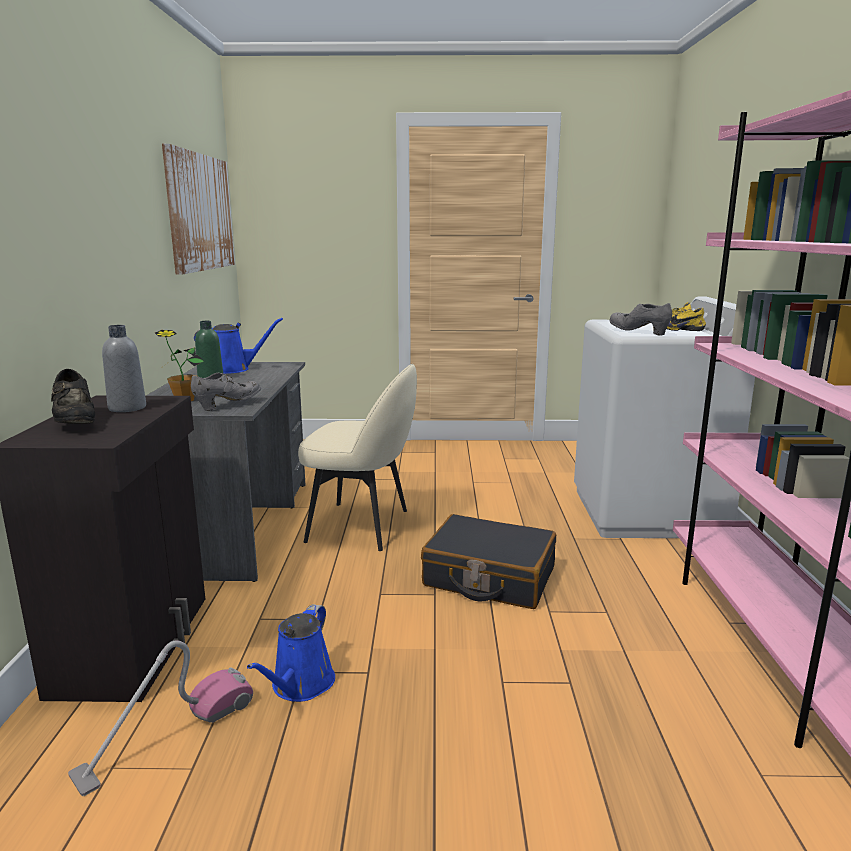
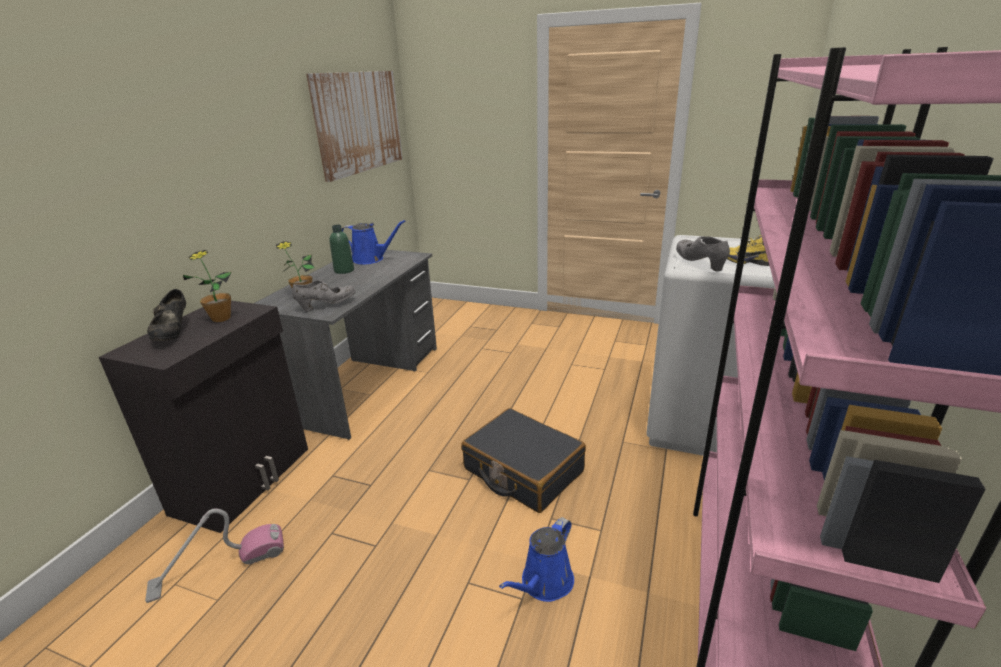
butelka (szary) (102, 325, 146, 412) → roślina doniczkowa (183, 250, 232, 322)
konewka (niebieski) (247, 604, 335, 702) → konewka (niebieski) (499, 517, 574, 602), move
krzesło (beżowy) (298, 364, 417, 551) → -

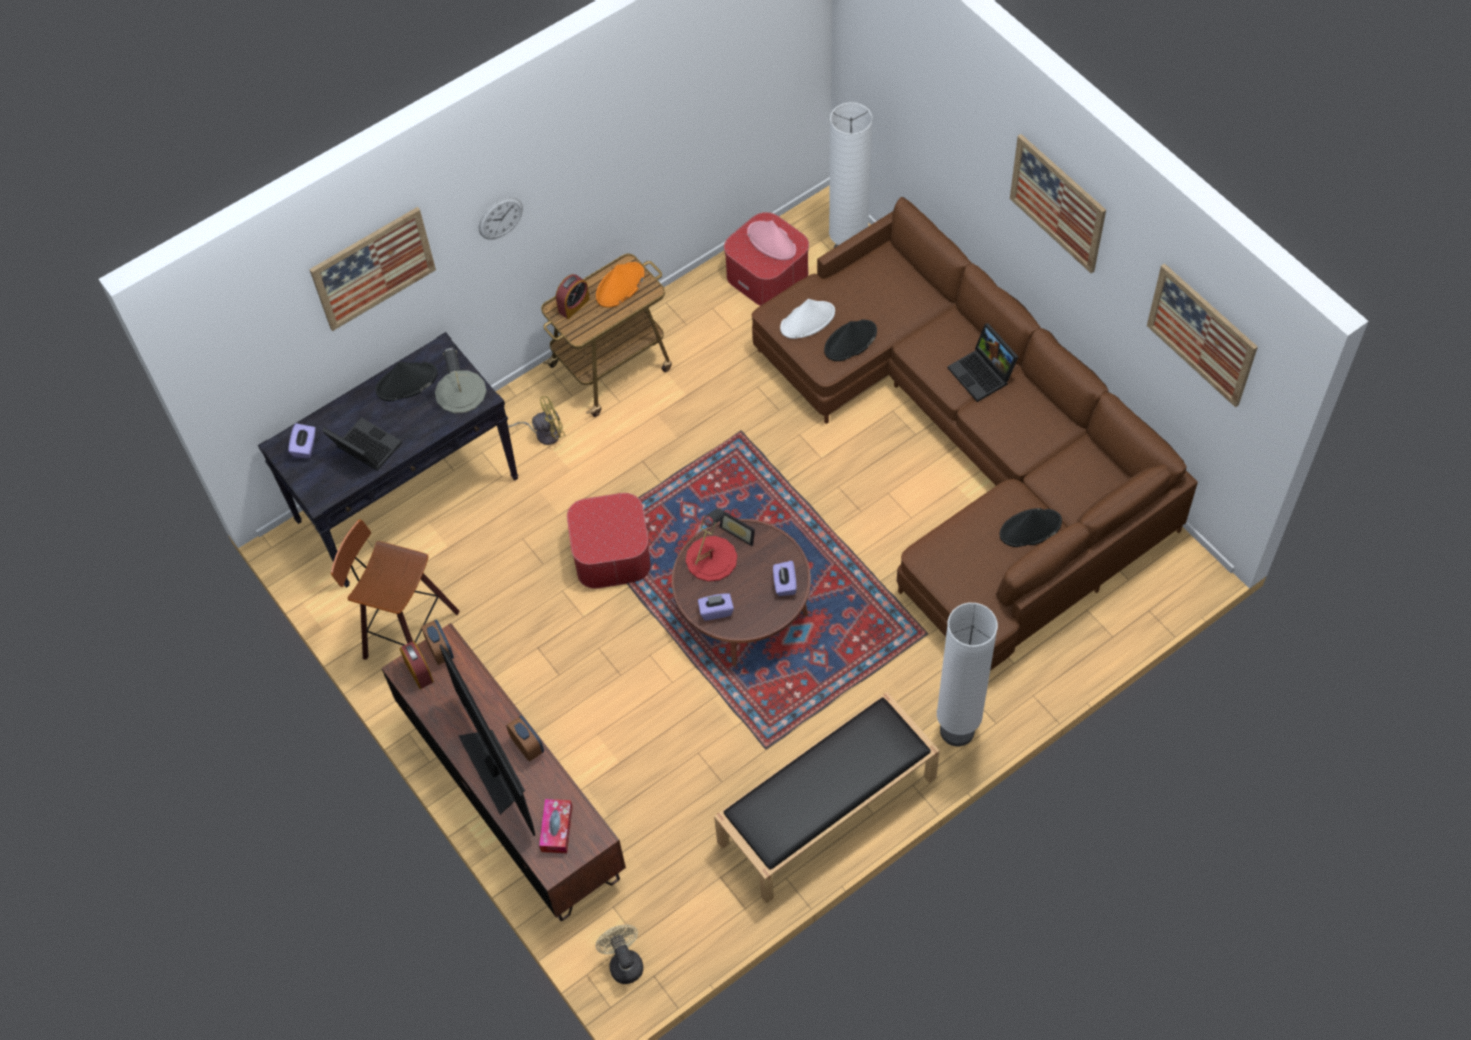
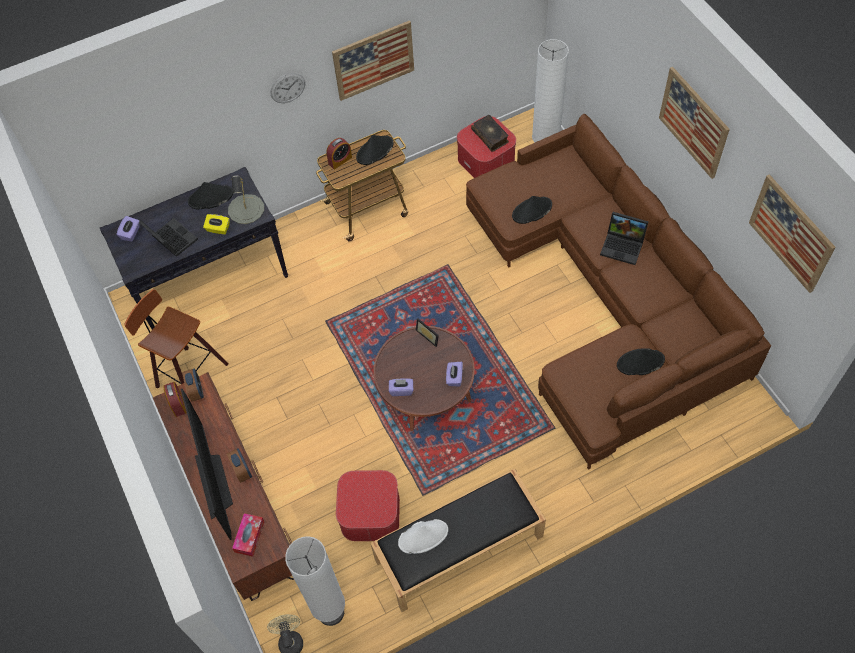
- → pudełko chusteczek (żółty) (203, 214, 229, 235)
lampa stojąca (biały) (937, 603, 998, 746) → lampa stojąca (biały) (285, 536, 345, 626), move
obraz (309, 207, 436, 331) → obraz (332, 20, 414, 101), move
pufa (567, 493, 651, 588) → pufa (336, 470, 400, 541), move
kapelusz (pomarańczowy) (596, 262, 645, 308) → kapelusz (czarny) (356, 135, 394, 165)
kapelusz (biały) (780, 299, 835, 339) → kapelusz (biały) (398, 519, 448, 554), move
kapelusz (różowy) (747, 221, 796, 260) → książka (471, 115, 509, 152)
laptop (948, 323, 1018, 402) → laptop (600, 212, 649, 265), 45 degrees counterclockwise
wentylator (żółty) (508, 396, 565, 445) → -
lampa stołowa (czerwony) (686, 508, 737, 582) → -

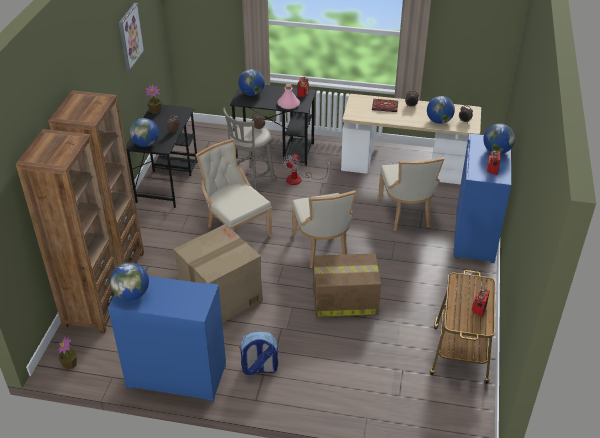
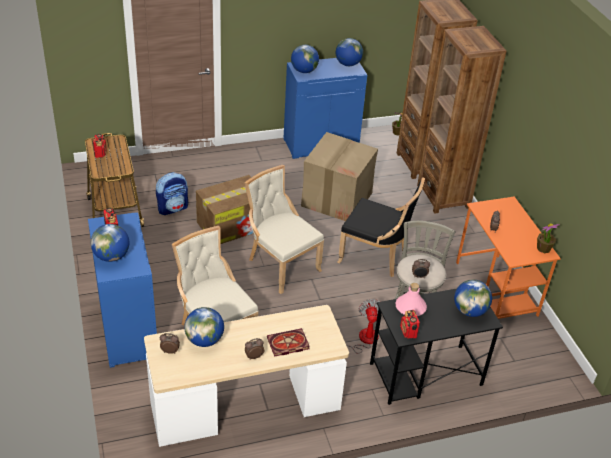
plecak (239, 331, 278, 375) → plecak (156, 172, 188, 215), move
globus (130, 118, 159, 147) → globus (291, 45, 319, 73), move
krzesło (beżowy) (196, 139, 273, 238) → krzesło (czarny) (337, 177, 425, 277)
biurko (czarny) (126, 104, 198, 208) → biurko (pomarańczowy) (456, 197, 561, 319)
obraz (119, 3, 144, 71) → -

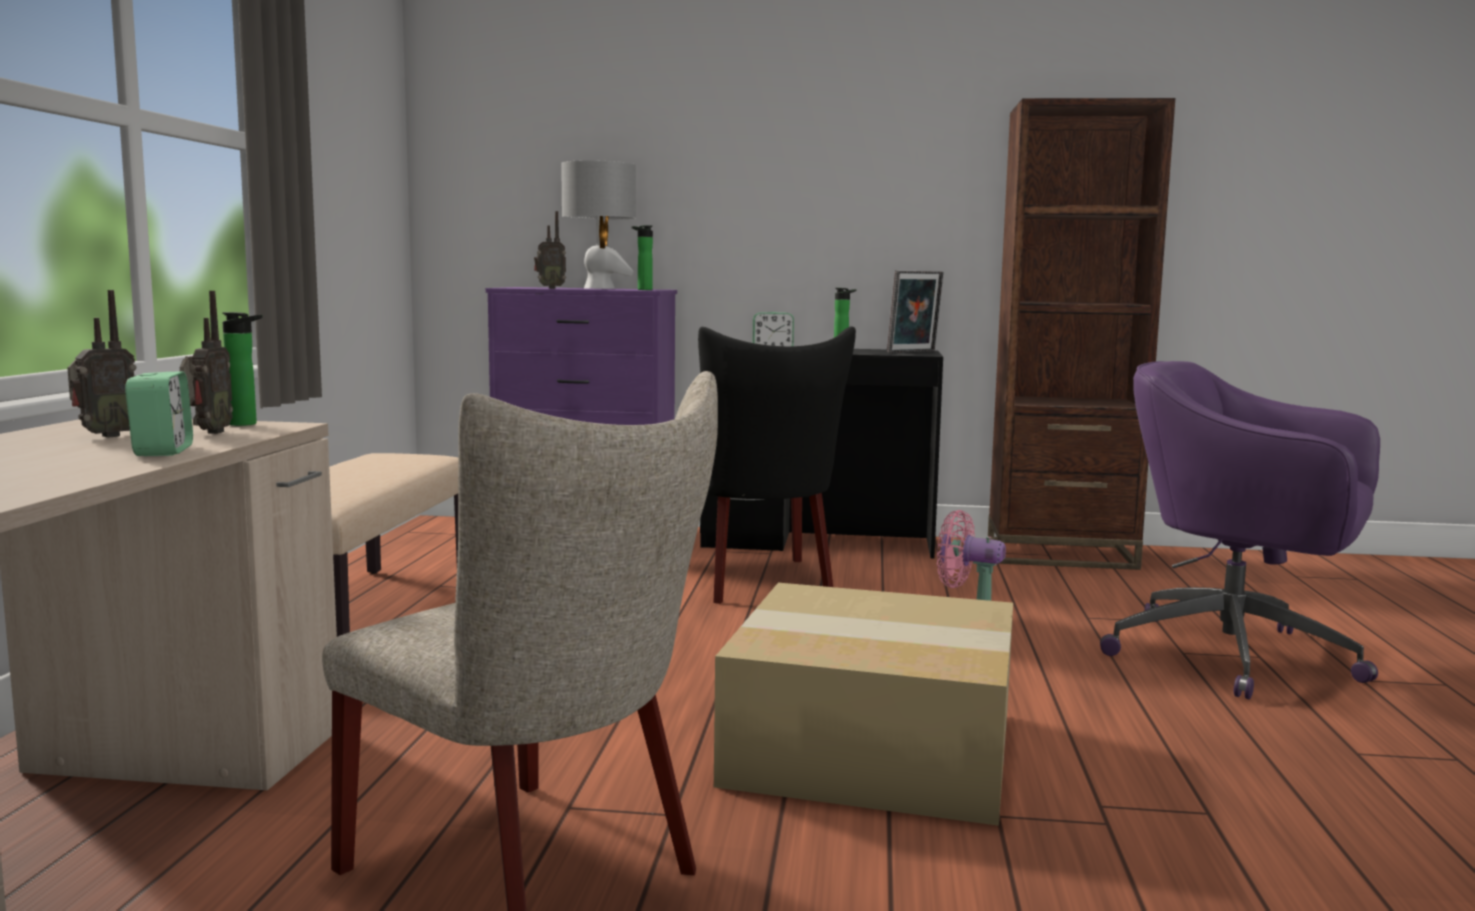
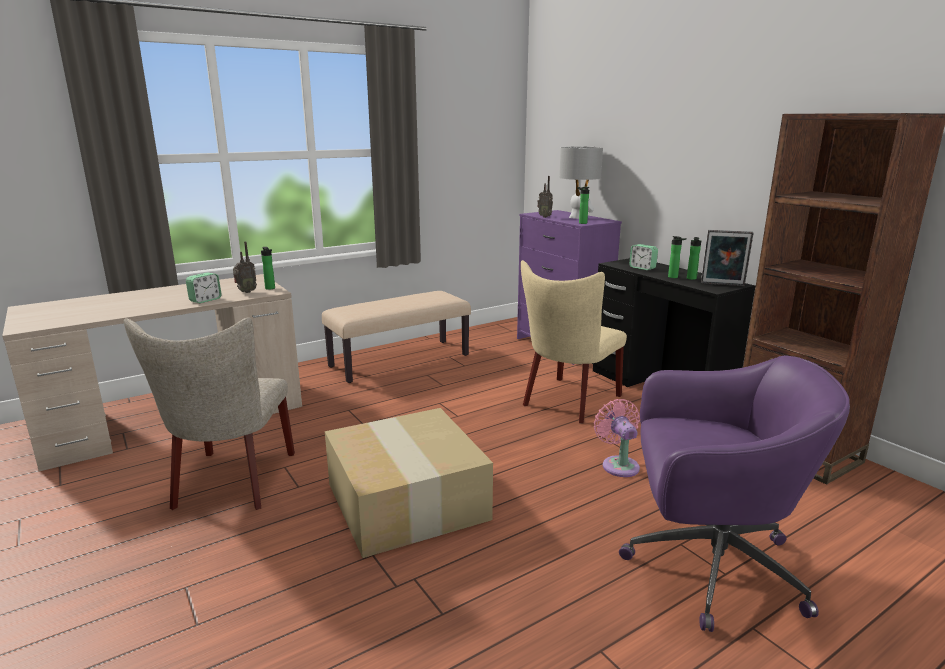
krzesło (czarny) (698, 326, 856, 604) → krzesło (beżowy) (521, 260, 627, 423)
krzesło biurowe (fioletowy) (1100, 361, 1380, 699) → krzesło biurowe (fioletowy) (619, 355, 850, 632), 105 degrees clockwise
- → butelka (687, 237, 701, 280)
radio (67, 290, 136, 438) → -

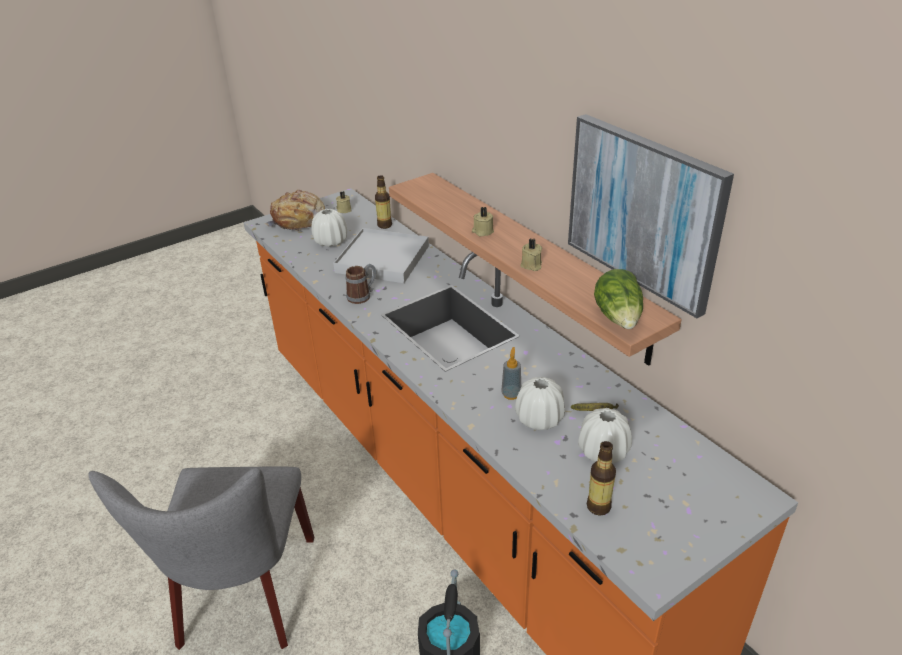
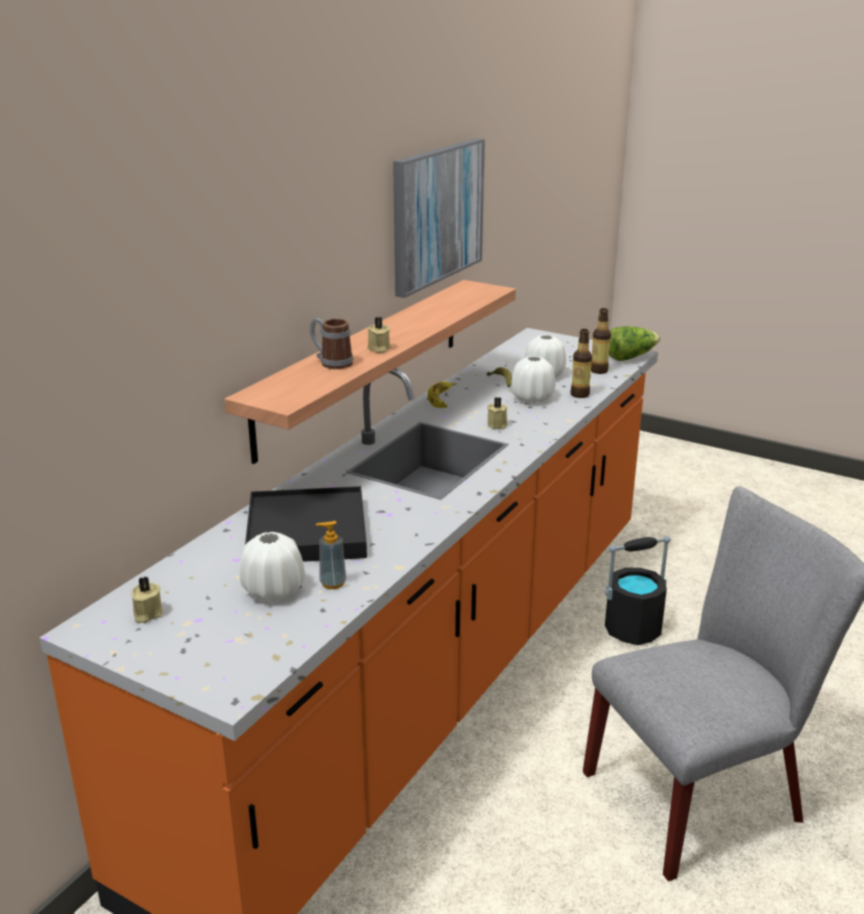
taca (biały) (333, 228, 429, 283) → taca (czarny) (245, 486, 367, 562)
kubek (345, 264, 376, 304) → kubek (310, 318, 353, 369), move
dozownik mydła (501, 347, 521, 400) → dozownik mydła (316, 521, 346, 589), move
- → banan (427, 381, 456, 408)
świeca (beżowy) (520, 239, 542, 271) → świeca (beżowy) (487, 397, 507, 429), move
butelka (375, 175, 392, 229) → butelka (571, 329, 592, 398), move
sałata (594, 269, 643, 329) → sałata (609, 326, 660, 361), move
chleb (264, 190, 325, 232) → -

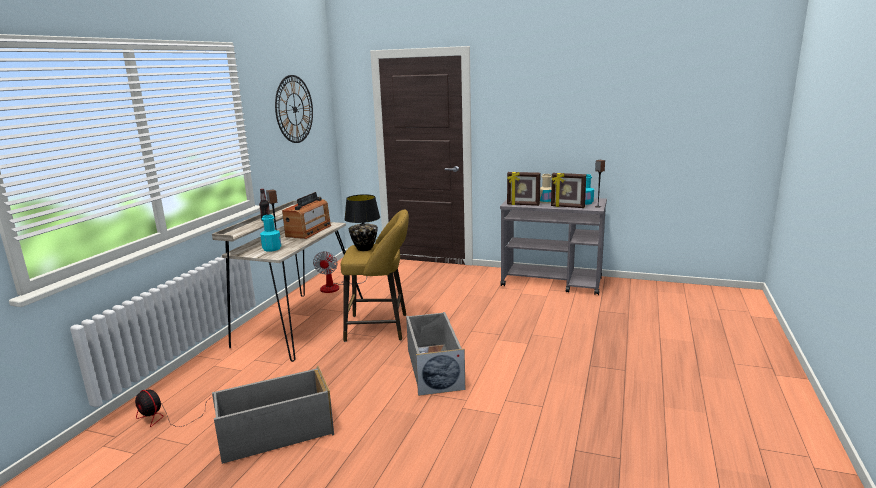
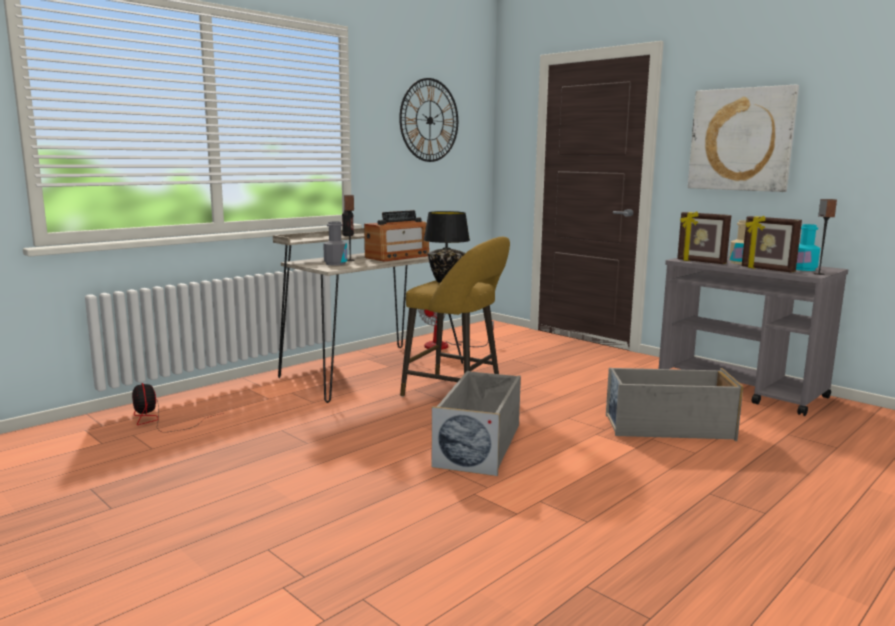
butelka (turkusowy) (260, 215, 281, 252) → butelka (szary) (323, 221, 347, 266)
pojemnik do przechowywania (szary) (212, 366, 334, 464) → pojemnik do przechowywania (szary) (606, 368, 743, 441), move
- → obraz (688, 85, 799, 192)

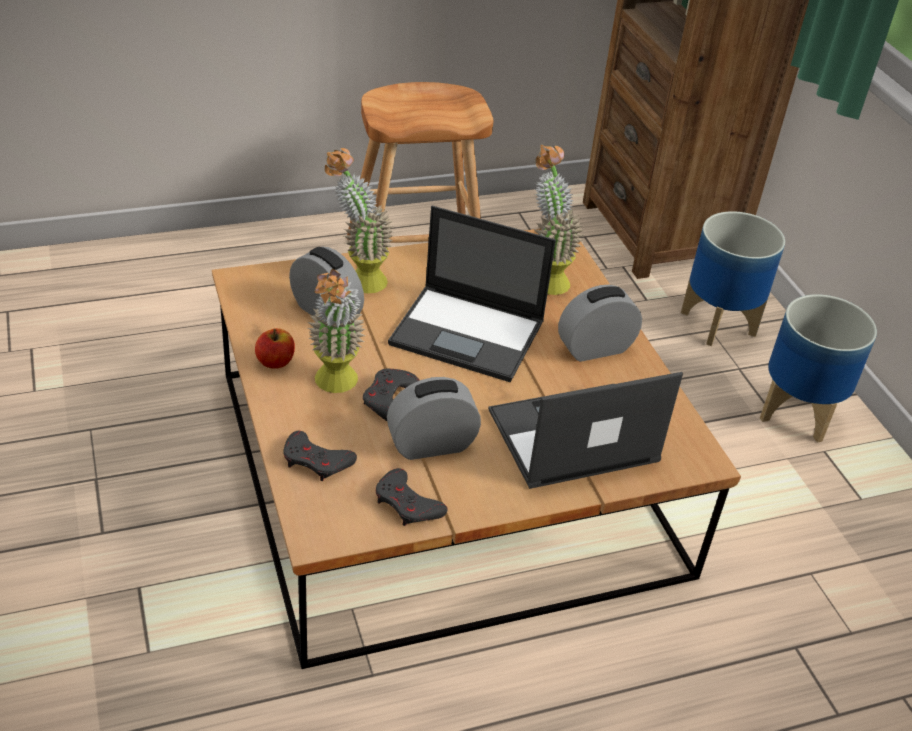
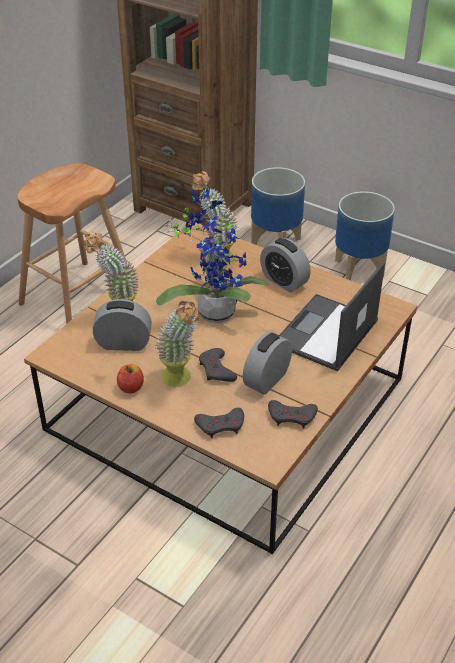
laptop (388, 206, 556, 382) → roślina doniczkowa (156, 187, 269, 323)
budzik (558, 285, 642, 362) → budzik (260, 238, 311, 292), 75 degrees counterclockwise

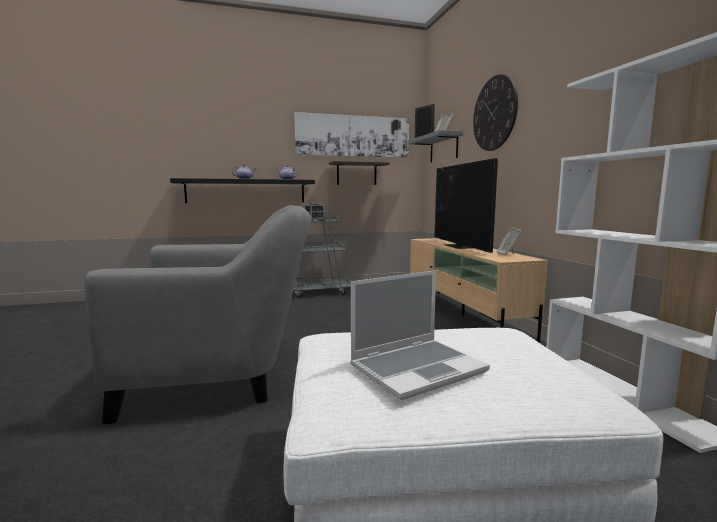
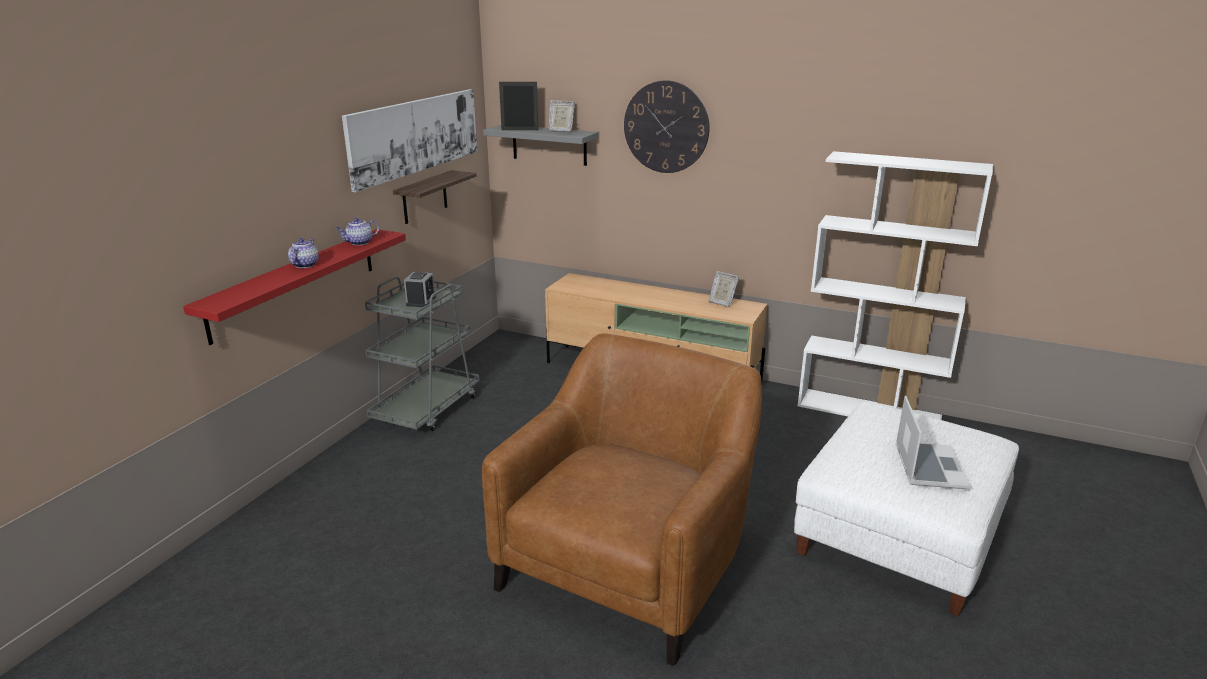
półka (czarny) (170, 178, 315, 203) → półka (czerwony) (183, 229, 406, 345)
fotel (szary) (84, 205, 311, 424) → fotel (brązowy) (482, 333, 762, 666)
telewizor (434, 158, 498, 253) → -

